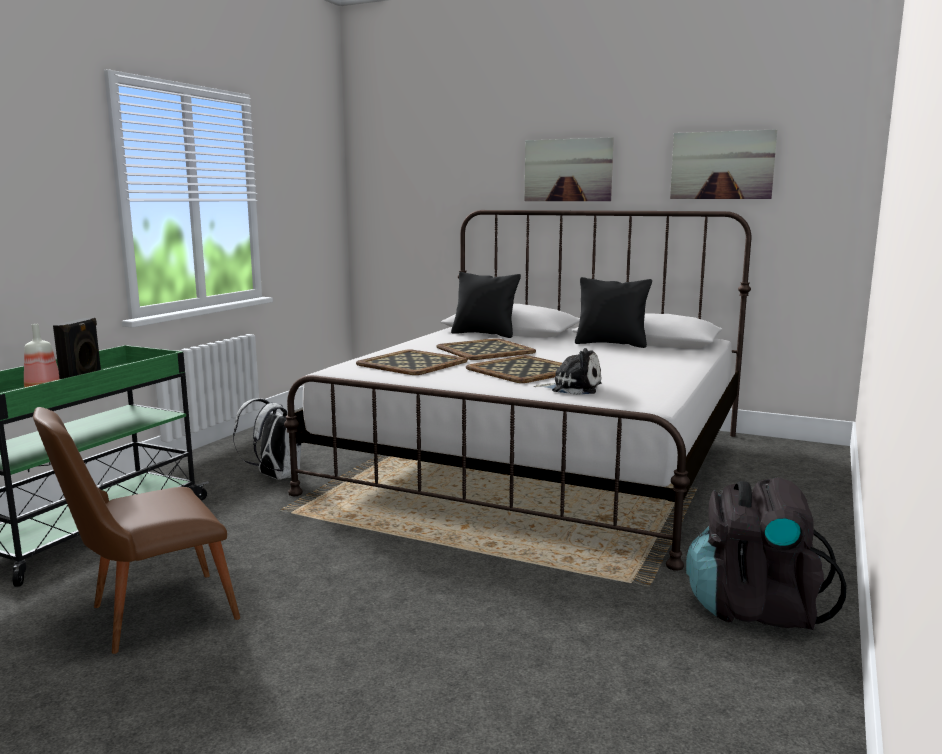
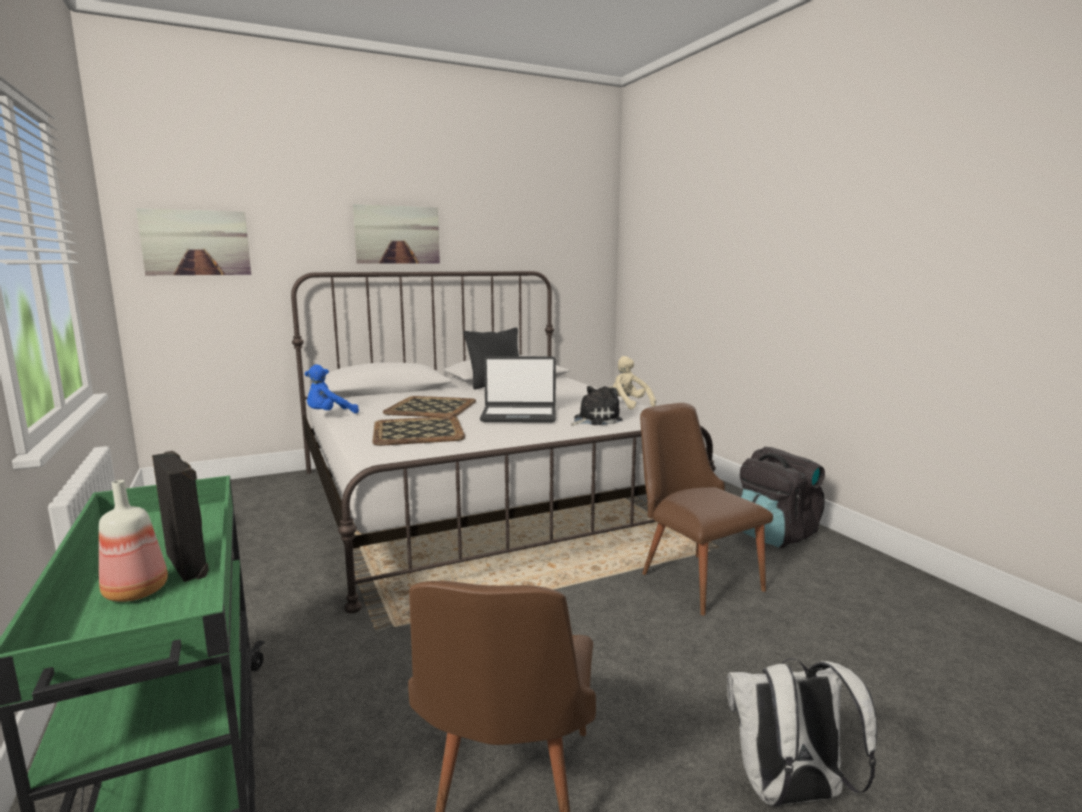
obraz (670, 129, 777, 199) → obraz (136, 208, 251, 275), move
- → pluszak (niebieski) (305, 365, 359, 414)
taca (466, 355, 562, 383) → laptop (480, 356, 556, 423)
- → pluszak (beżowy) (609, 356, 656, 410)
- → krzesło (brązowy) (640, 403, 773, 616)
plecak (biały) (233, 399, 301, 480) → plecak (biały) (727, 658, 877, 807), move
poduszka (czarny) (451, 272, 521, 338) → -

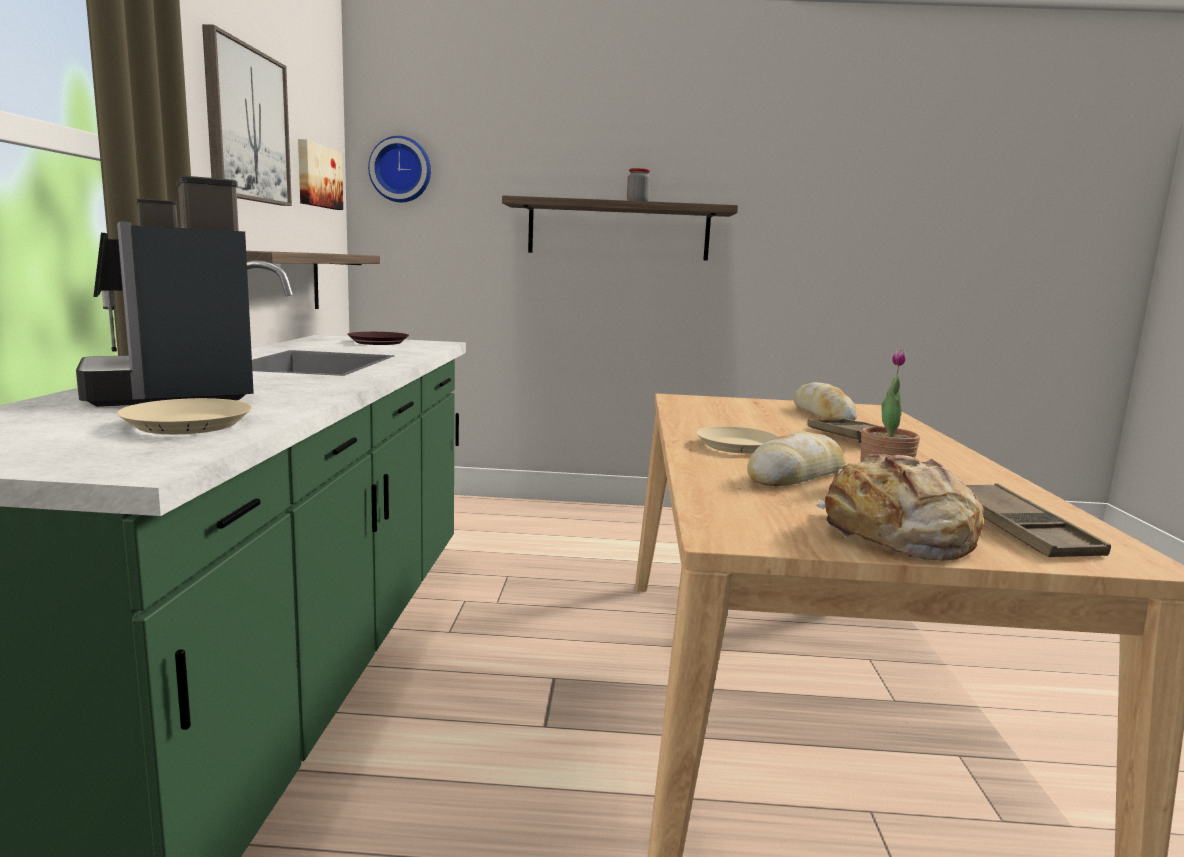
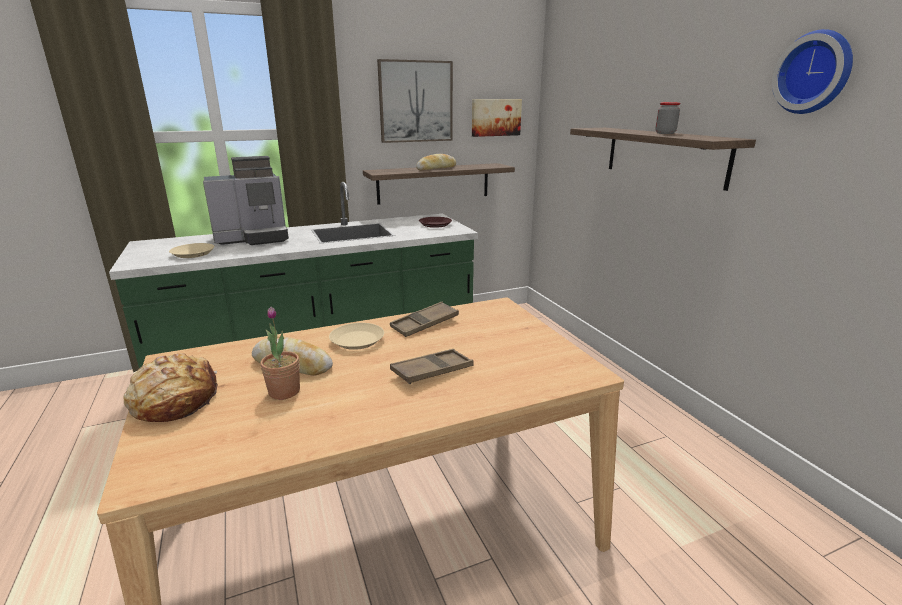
ekspres do kawy (76, 176, 254, 407) → ekspres do kawy (203, 156, 289, 245), 150 degrees counterclockwise
taca (brązowy) (967, 483, 1111, 557) → taca (brązowy) (390, 302, 459, 337), move
chleb (793, 382, 857, 421) → chleb (416, 154, 456, 170), move
zegar ścienny (368, 136, 431, 202) → zegar ścienny (772, 29, 853, 114), move

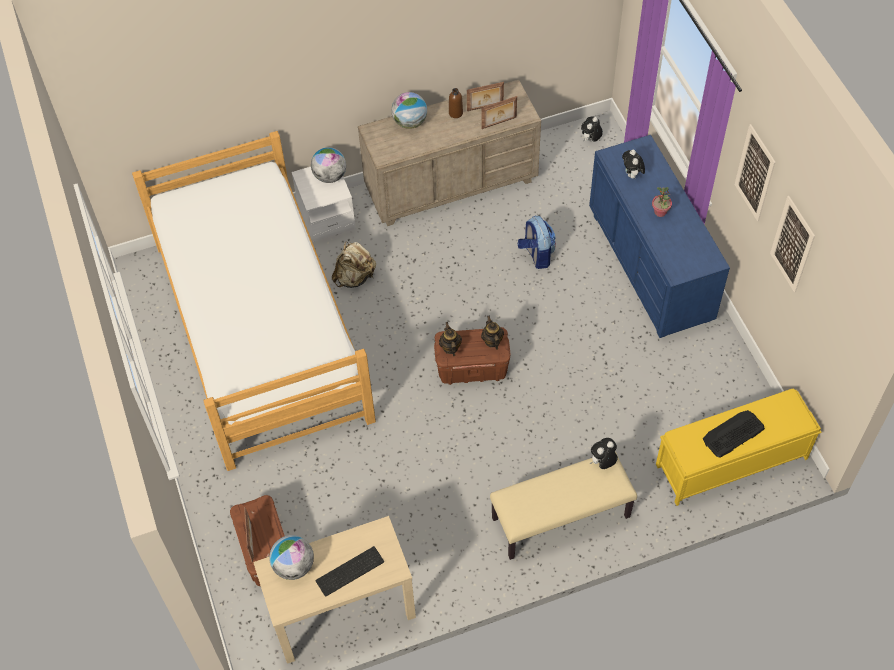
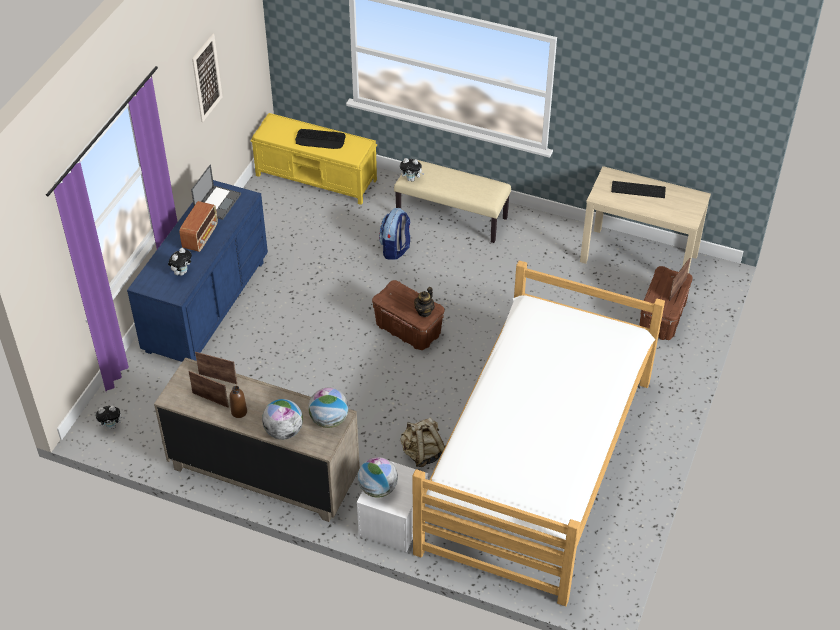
roślina doniczkowa (652, 187, 672, 217) → radio (179, 201, 218, 252)
- → laptop (191, 164, 241, 220)
globus (269, 535, 314, 580) → globus (308, 388, 349, 428), move
plecak (518, 216, 556, 269) → plecak (379, 208, 411, 260), move
imbryk (481, 316, 504, 350) → -
obraz (734, 124, 776, 222) → -

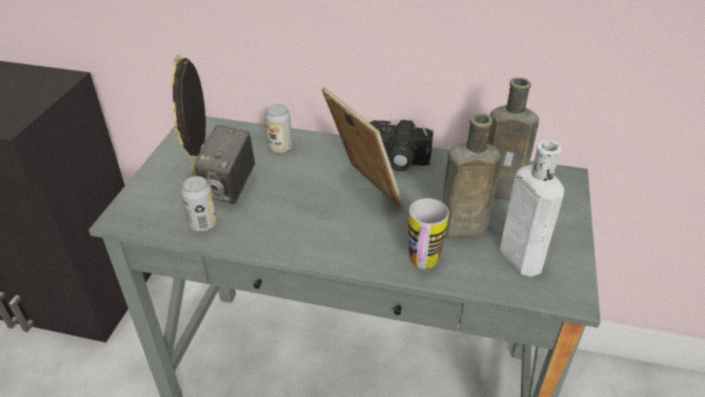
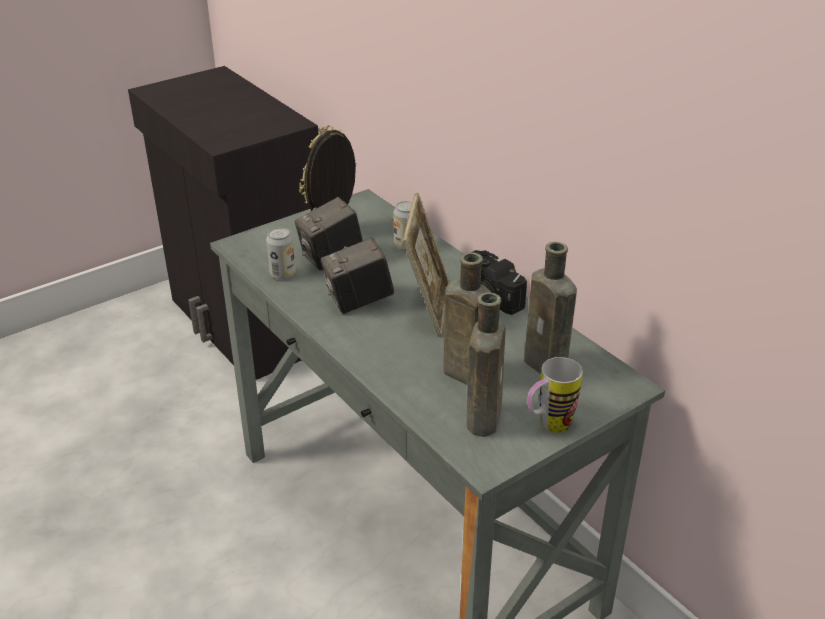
- → aparat fotograficzny (321, 238, 394, 314)
butelka (biały) (499, 140, 564, 277) → butelka (brązowy) (467, 292, 506, 437)
kubek (408, 198, 449, 269) → kubek (527, 357, 583, 433), move

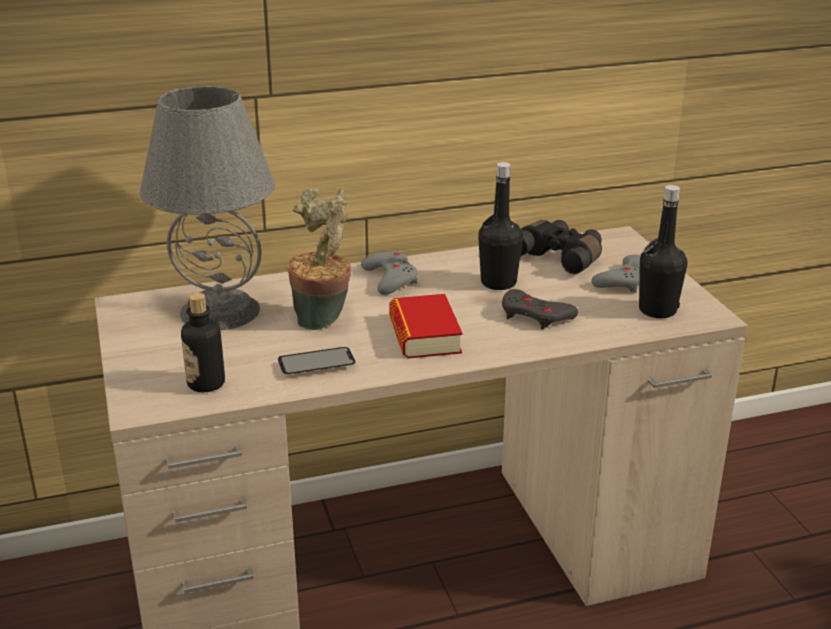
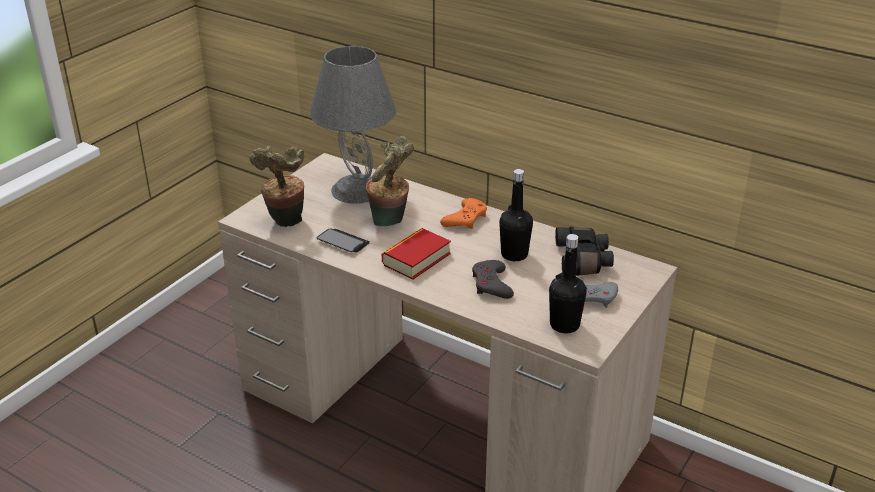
butelka (181, 293, 225, 392) → roślina doniczkowa (249, 146, 305, 227)
pad do gier (szary) (361, 251, 418, 295) → pad do gier (pomarańczowy) (440, 198, 487, 229)

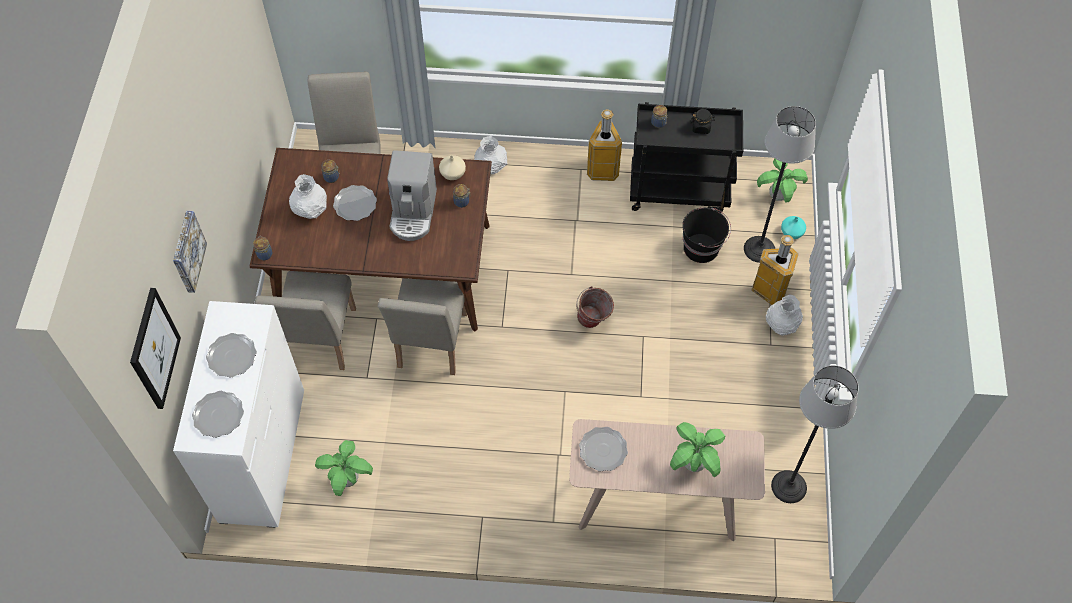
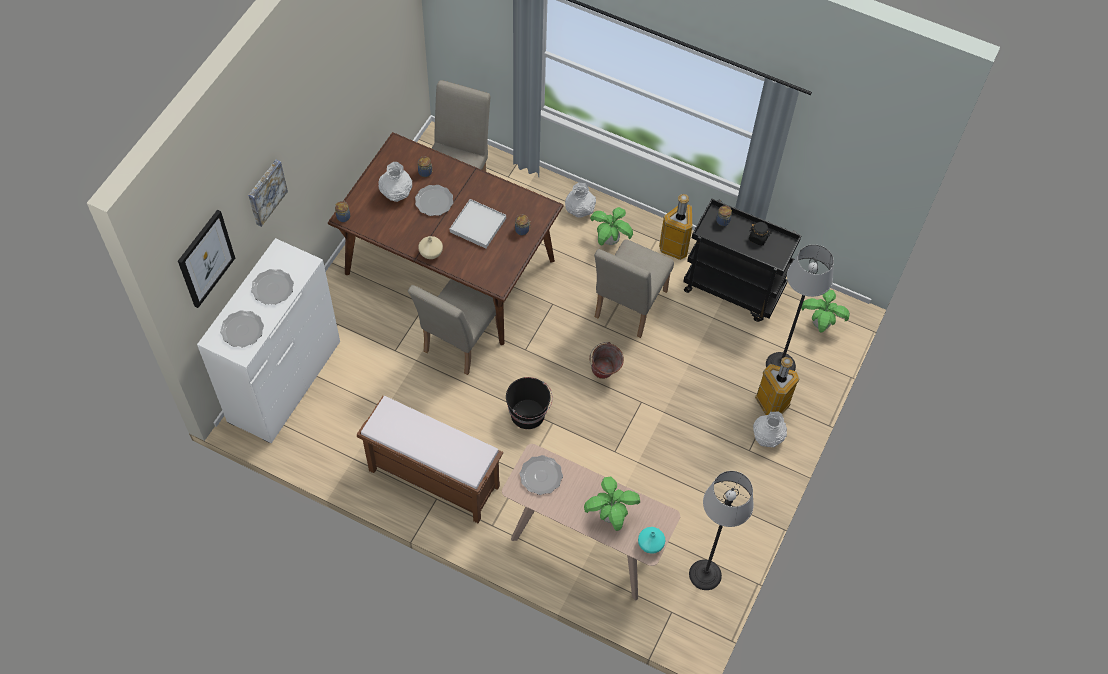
- → ławka (brązowy) (357, 396, 503, 523)
wazon (beżowy) (439, 155, 466, 180) → wazon (beżowy) (418, 236, 443, 259), move
ekspres do kawy (387, 150, 437, 241) → taca (biały) (450, 199, 506, 249)
wiadro (czarny) (682, 208, 731, 263) → wiadro (czarny) (506, 377, 553, 429), move
roślina doniczkowa (315, 440, 373, 496) → roślina doniczkowa (590, 207, 633, 246), move
krzesło (beżowy) (255, 271, 356, 370) → krzesło (beżowy) (594, 240, 674, 338), move
wazon (turkusowy) (781, 216, 806, 239) → wazon (turkusowy) (638, 527, 665, 554), move

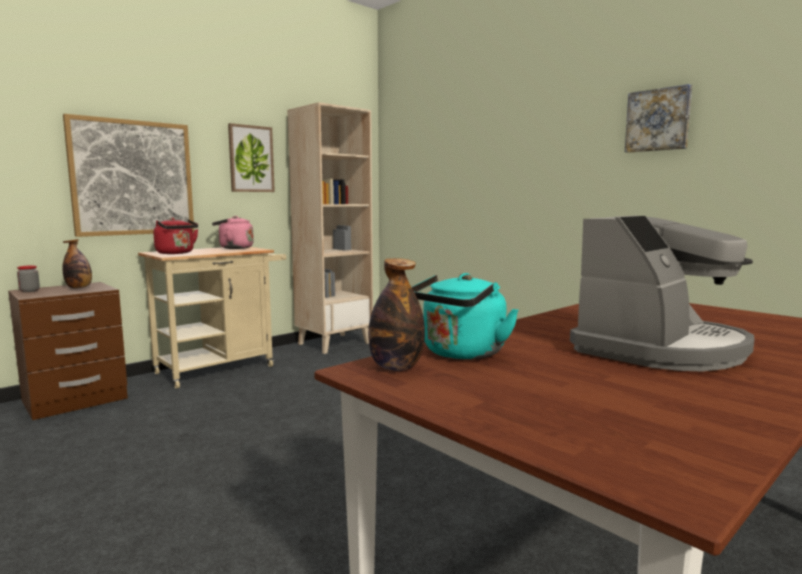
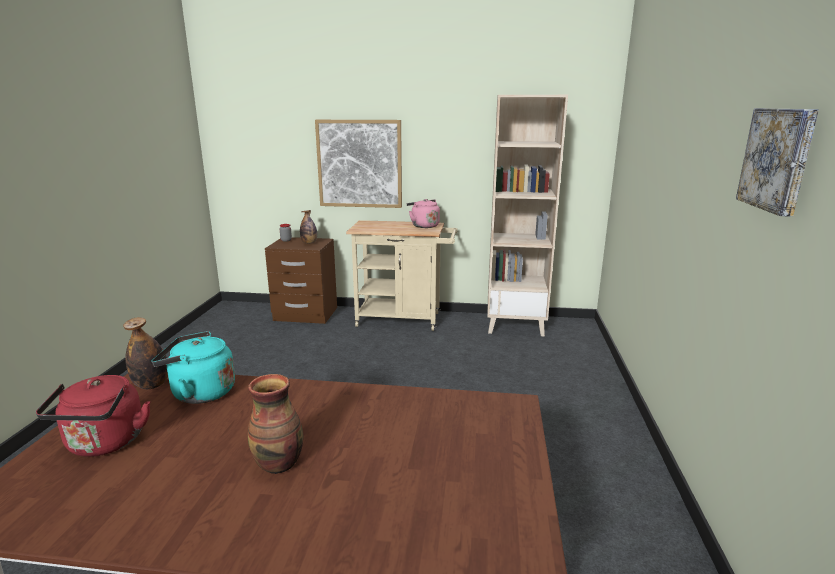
czajnik (czerwony) (153, 218, 198, 254) → czajnik (czerwony) (36, 375, 150, 457), move
ekspres do kawy (570, 216, 755, 372) → wazon (248, 374, 303, 474)
obraz (228, 123, 275, 192) → -

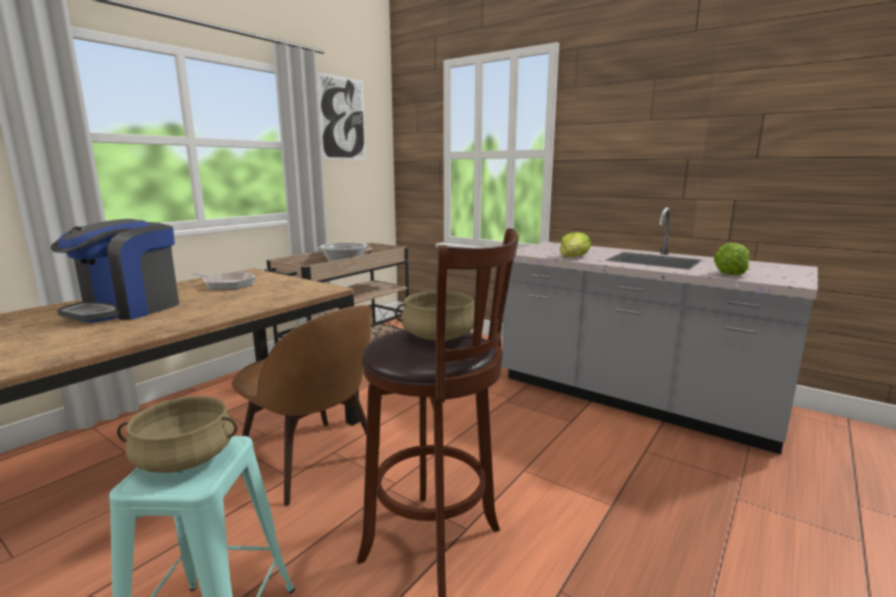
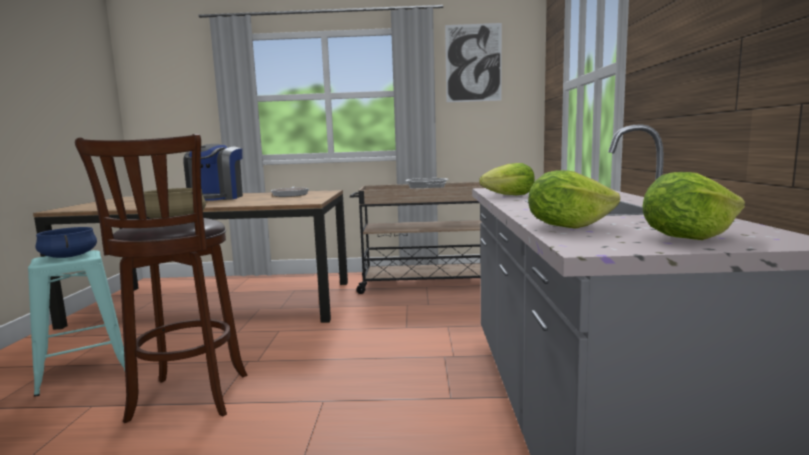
garnek (beżowy) (117, 396, 237, 473) → garnek (niebieski) (36, 227, 97, 258)
ekspres do kawy (50, 219, 179, 323) → ekspres do kawy (183, 144, 243, 201), 75 degrees counterclockwise
- → sałata (642, 172, 745, 240)
krzesło (brązowy) (232, 305, 373, 506) → -

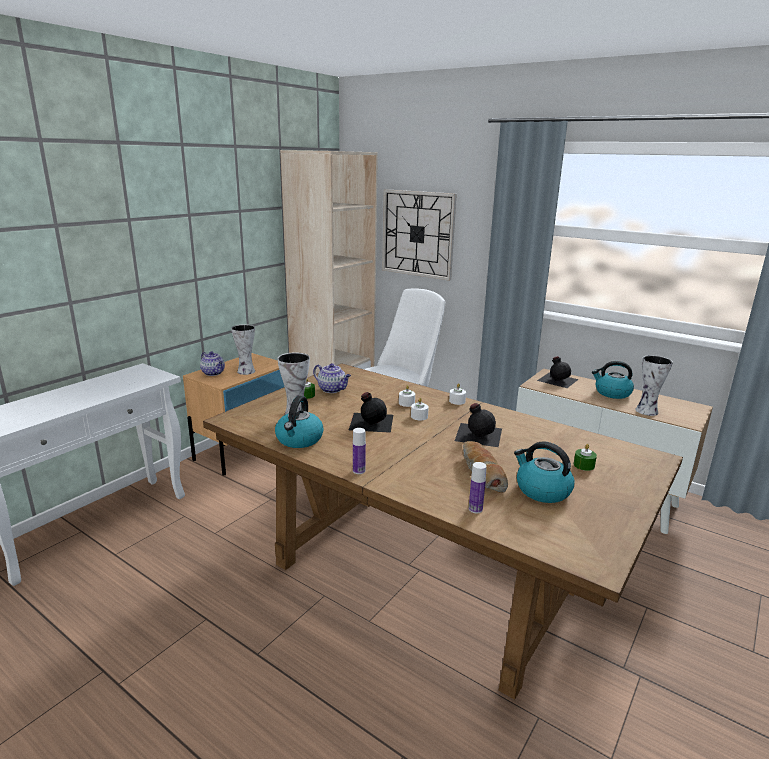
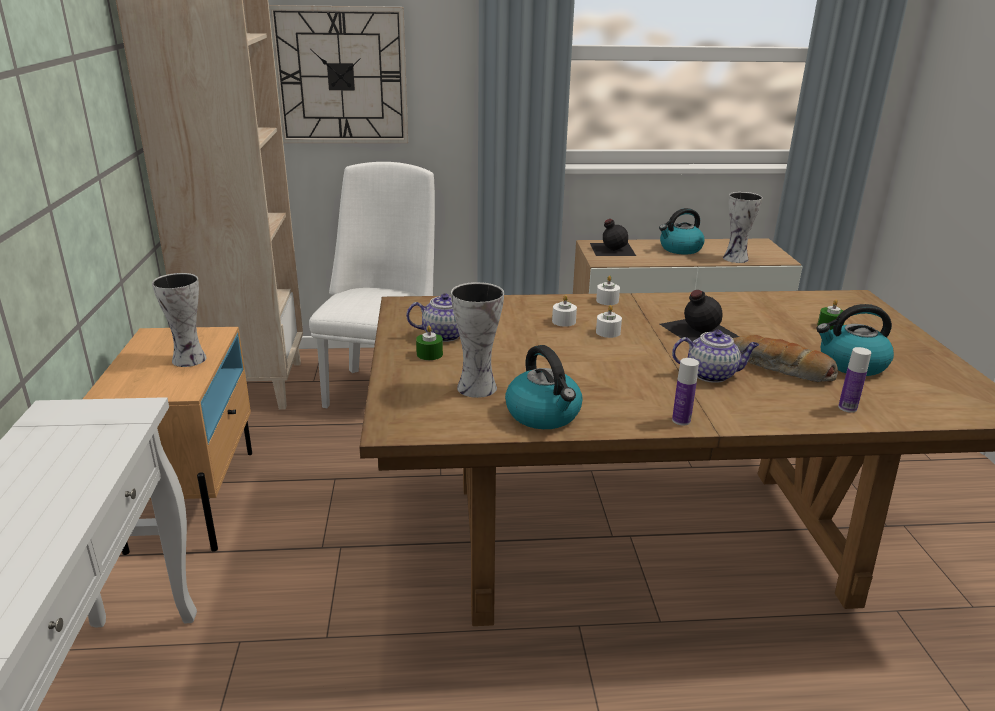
imbryk (200, 351, 225, 376) → imbryk (672, 330, 759, 383), move
butelka (czarny) (349, 392, 393, 433) → -

